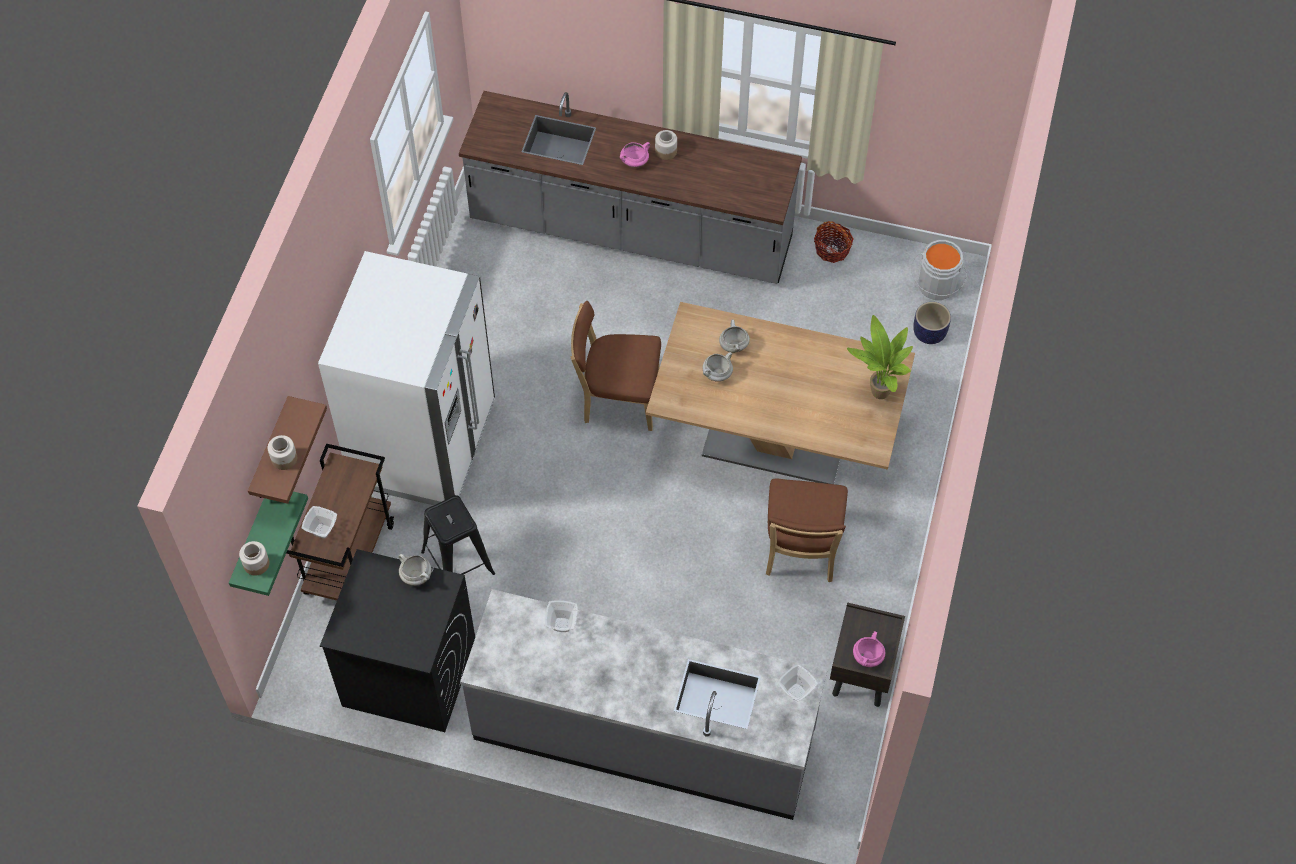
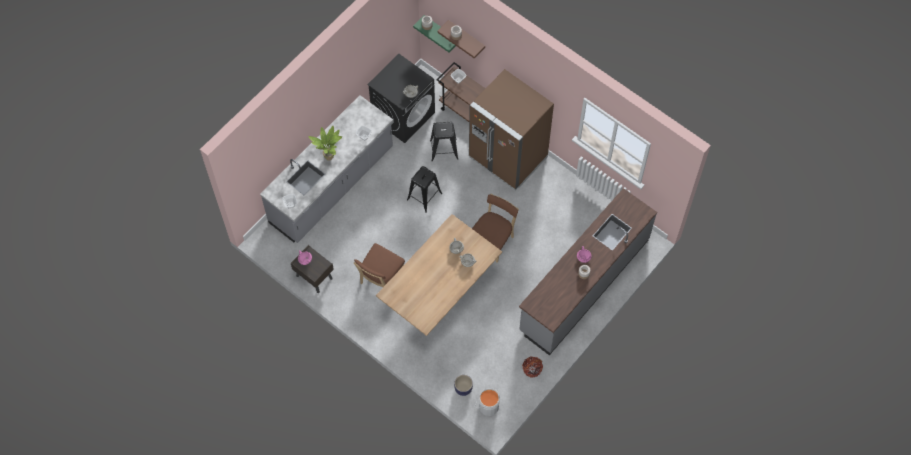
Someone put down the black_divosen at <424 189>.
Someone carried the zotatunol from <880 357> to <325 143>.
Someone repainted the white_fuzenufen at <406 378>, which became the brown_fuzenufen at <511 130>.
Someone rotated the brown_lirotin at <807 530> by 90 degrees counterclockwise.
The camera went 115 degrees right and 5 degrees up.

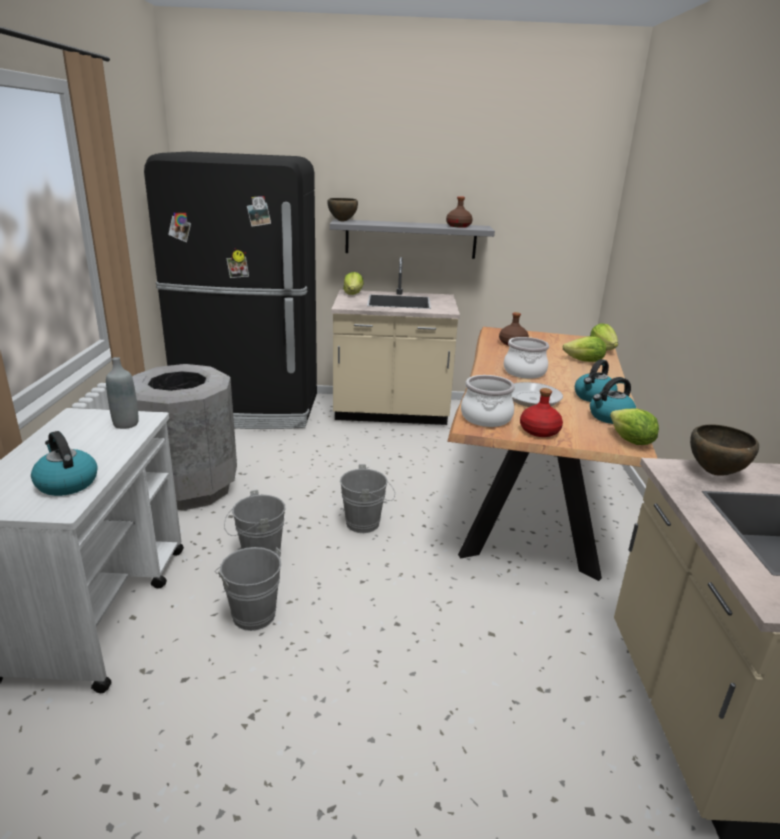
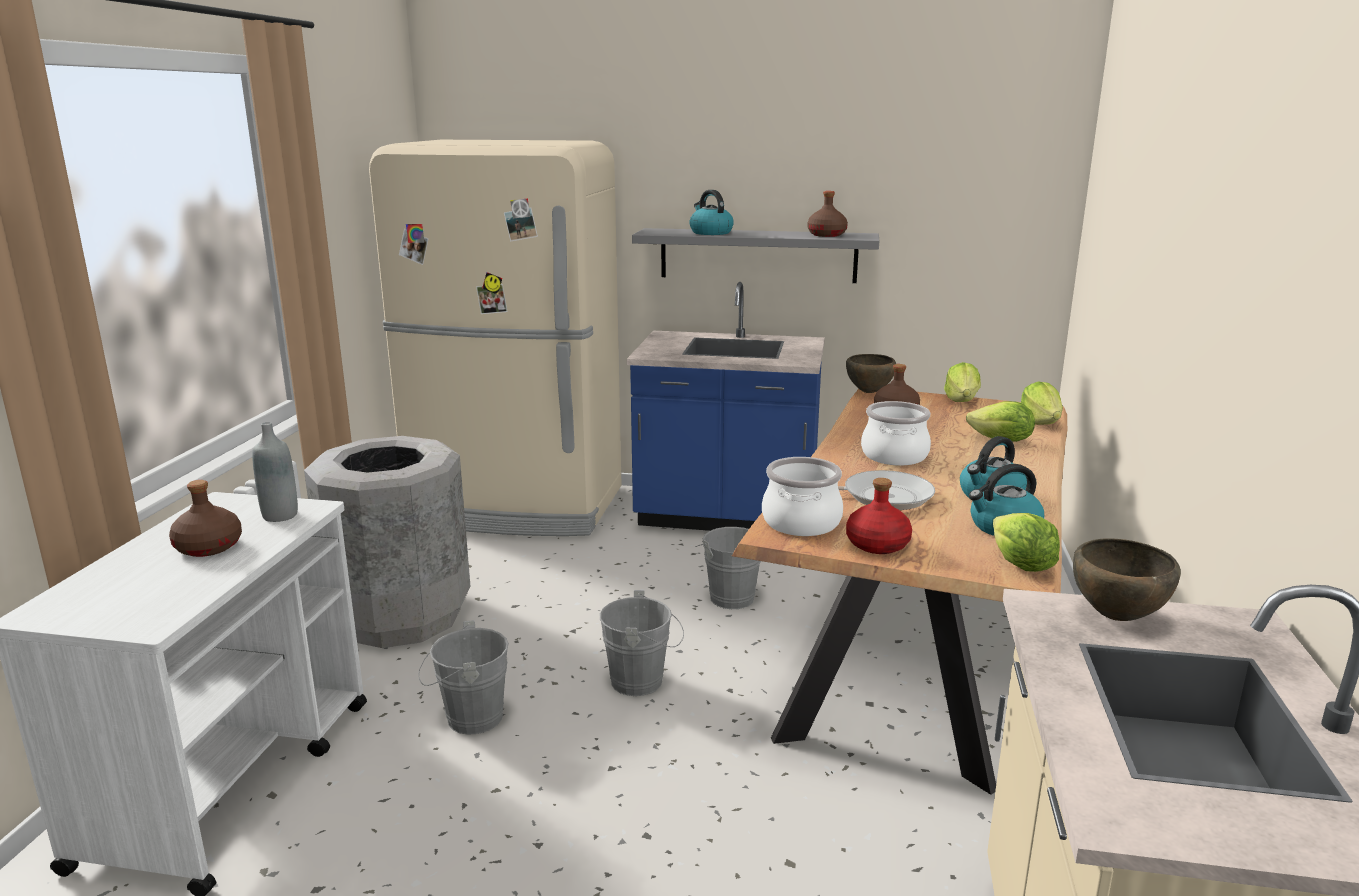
Someone put down the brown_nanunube at <205 518>.
Someone carried the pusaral from <64 463> to <711 212>.
Someone carried the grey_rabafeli from <248 589> to <728 568>.
Someone carried the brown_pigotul from <342 209> to <871 373>.
Someone carried the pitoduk from <353 283> to <962 382>.
Someone repainted the black_fuzenufen at <230 290>, which became the beige_fuzenufen at <495 338>.
Someone repainted the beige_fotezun at <395 341>, which became the blue_fotezun at <726 406>.
The camera went 10 degrees right and 5 degrees down.

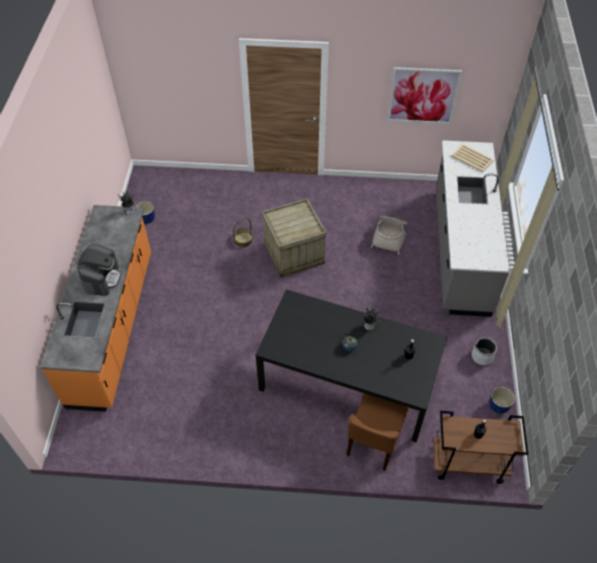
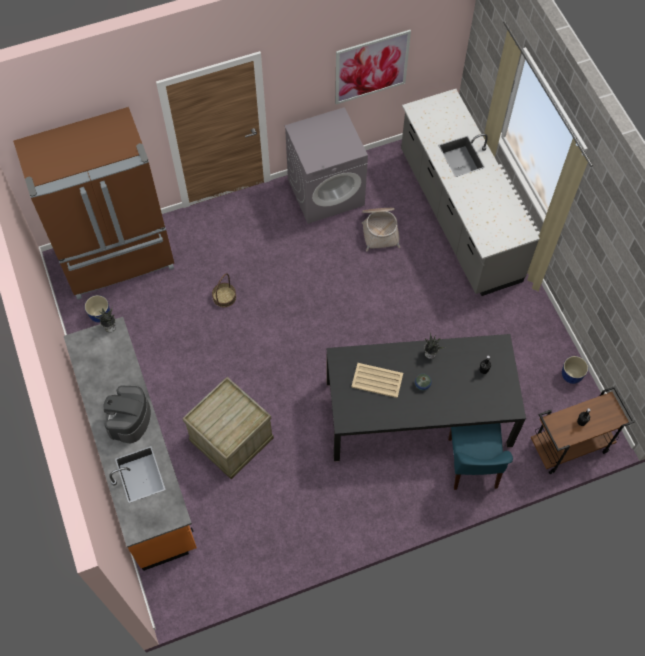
Someone took away the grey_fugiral at <484 351>.
Someone put down the brown_fuzenufen at <93 203>.
Someone put down the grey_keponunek at <326 165>.
Someone carried the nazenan from <294 238> to <228 428>.
Someone carried the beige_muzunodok from <473 158> to <377 380>.
Someone repainted the brown_lirotin at <377 432>, which became the blue_lirotin at <480 456>.
Someone rotated the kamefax at <99 270> by 150 degrees counterclockwise.
The camera went 25 degrees left and 10 degrees up.

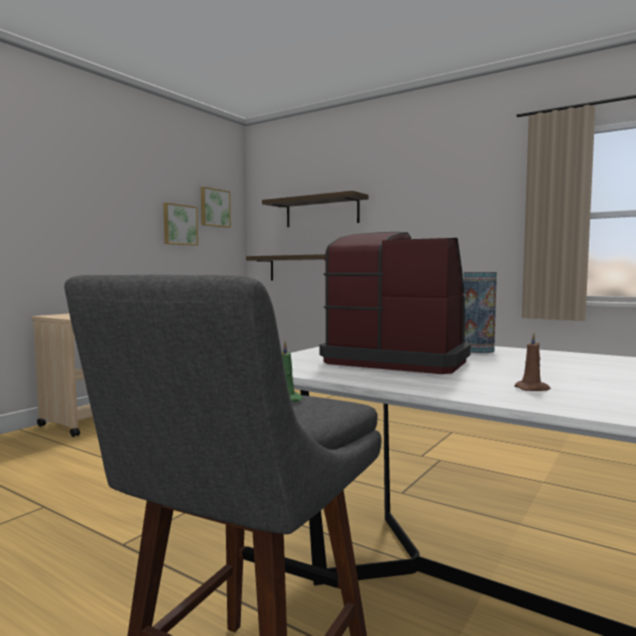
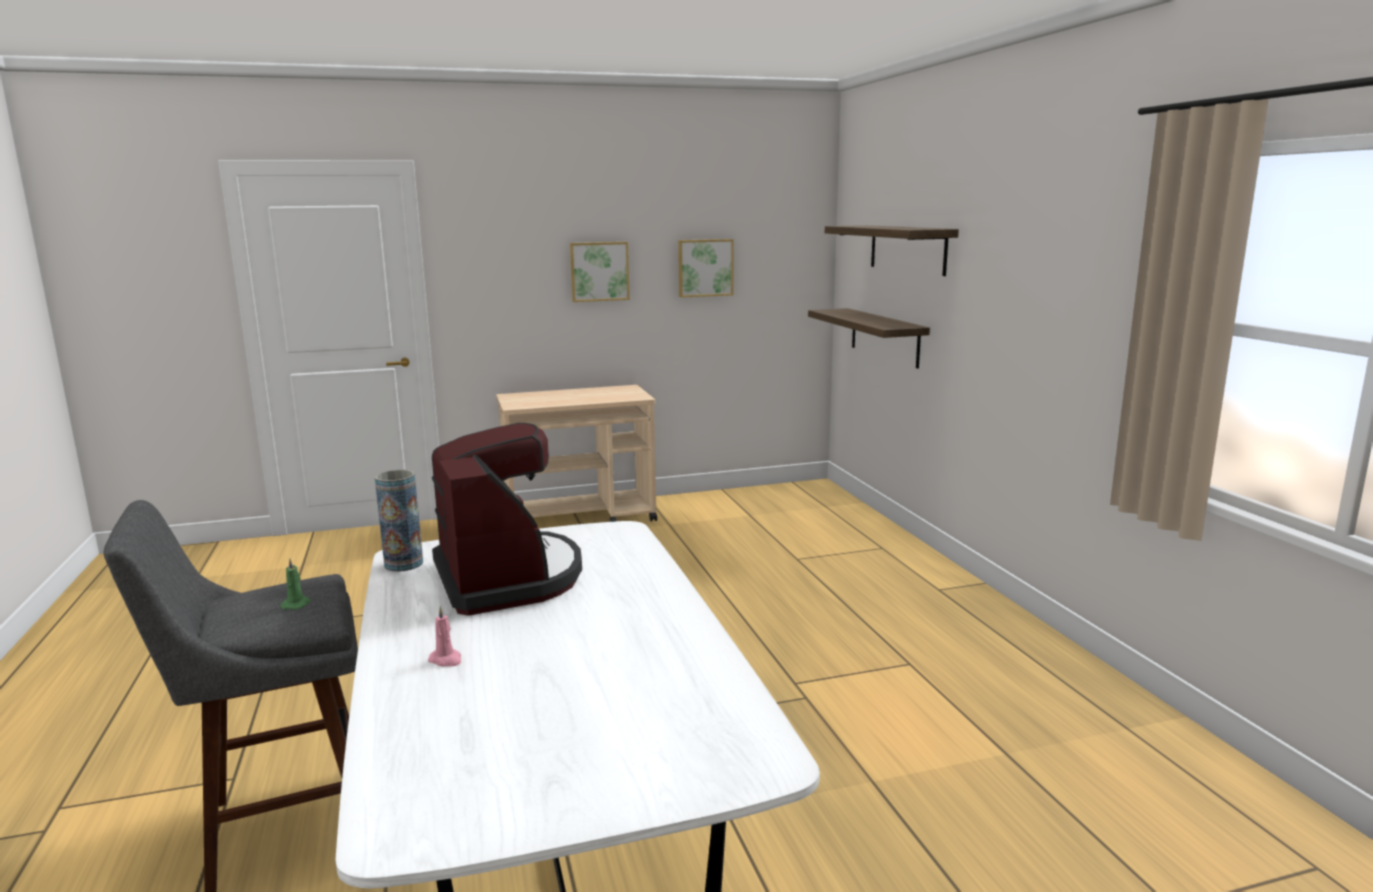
Someone carried the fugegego from <216 207> to <600 272>.
Someone carried the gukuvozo from <480 312> to <399 521>.
Someone repainted the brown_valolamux at <532 361>, which became the pink_valolamux at <444 636>.
The camera went 40 degrees right and 10 degrees up.

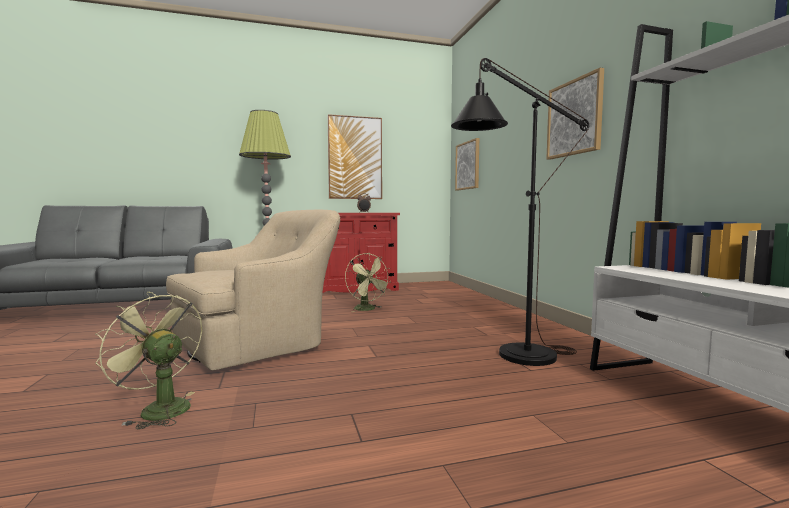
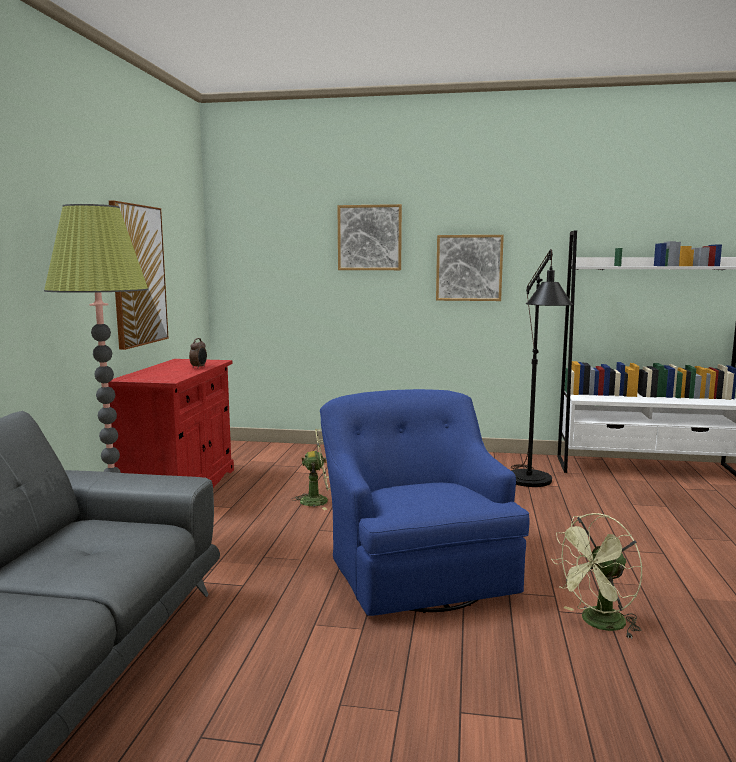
Someone carried the fugegego from <467 164> to <370 237>.
Someone repainted the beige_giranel at <253 290>, which became the blue_giranel at <424 502>.
The camera went 65 degrees left and 5 degrees up.

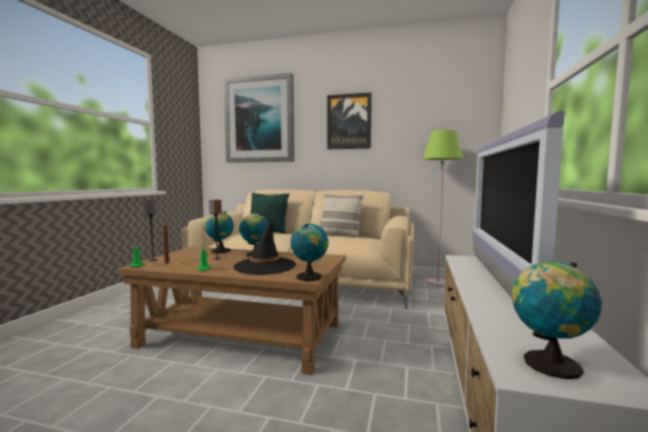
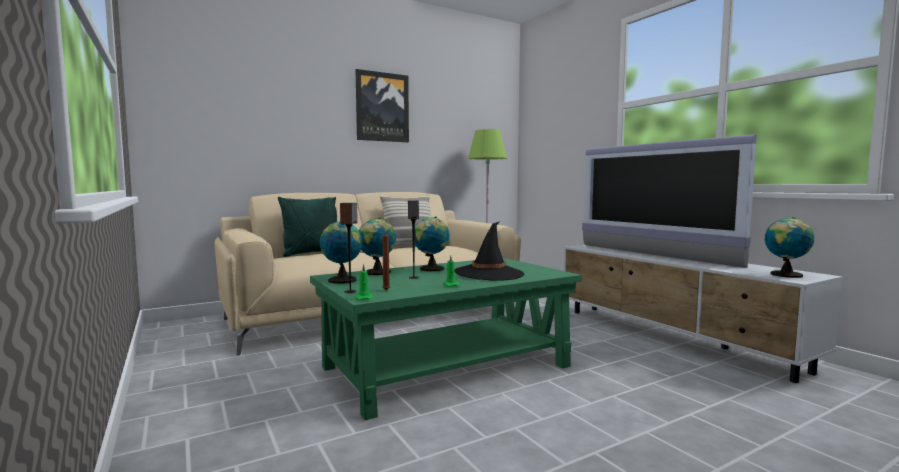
Someone took away the fugegego at <258 118>.
Someone carried the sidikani from <309 252> to <341 253>.
Someone repainted the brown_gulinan at <231 311>, which became the green_gulinan at <446 339>.
The camera went 45 degrees left and 0 degrees up.

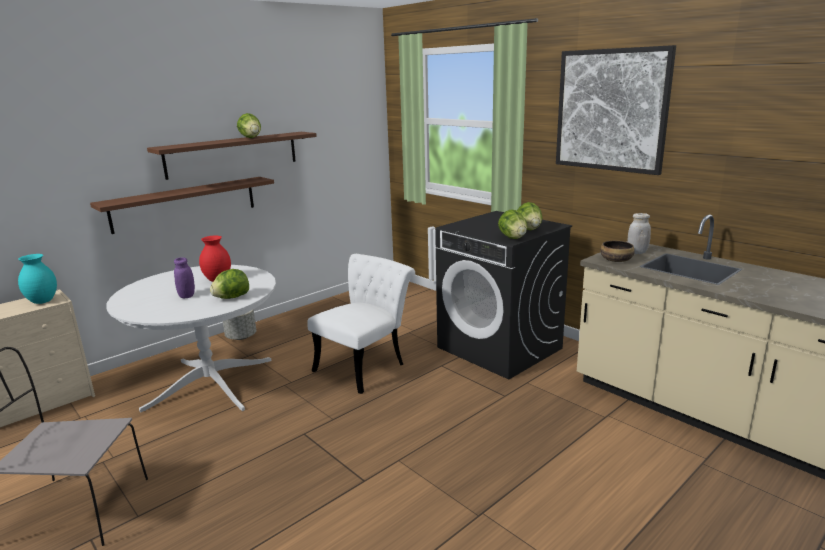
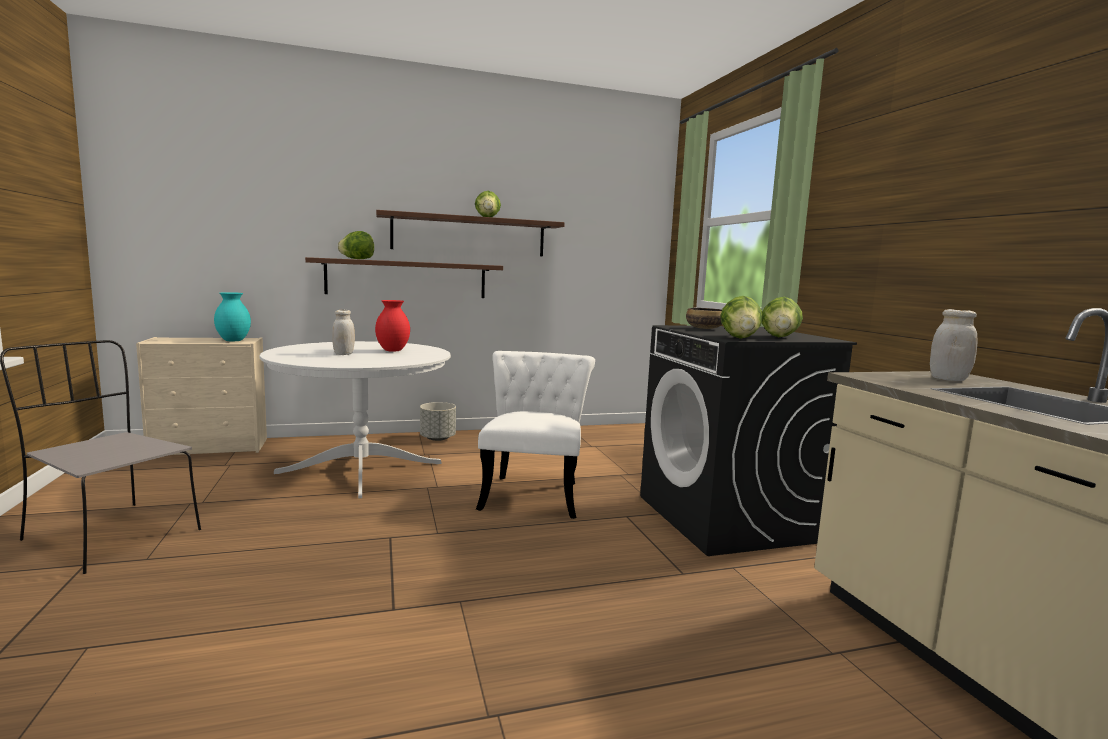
Someone took away the fugegego at <616 110>.
Someone carried the pitoduk from <229 284> to <356 245>.
Someone carried the pigotul from <617 251> to <704 318>.
Someone repainted the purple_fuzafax at <184 277>, which became the white_fuzafax at <343 332>.
Someone rotated the white_lirotin at <361 324> by 60 degrees counterclockwise.
The camera went 25 degrees right and 10 degrees down.

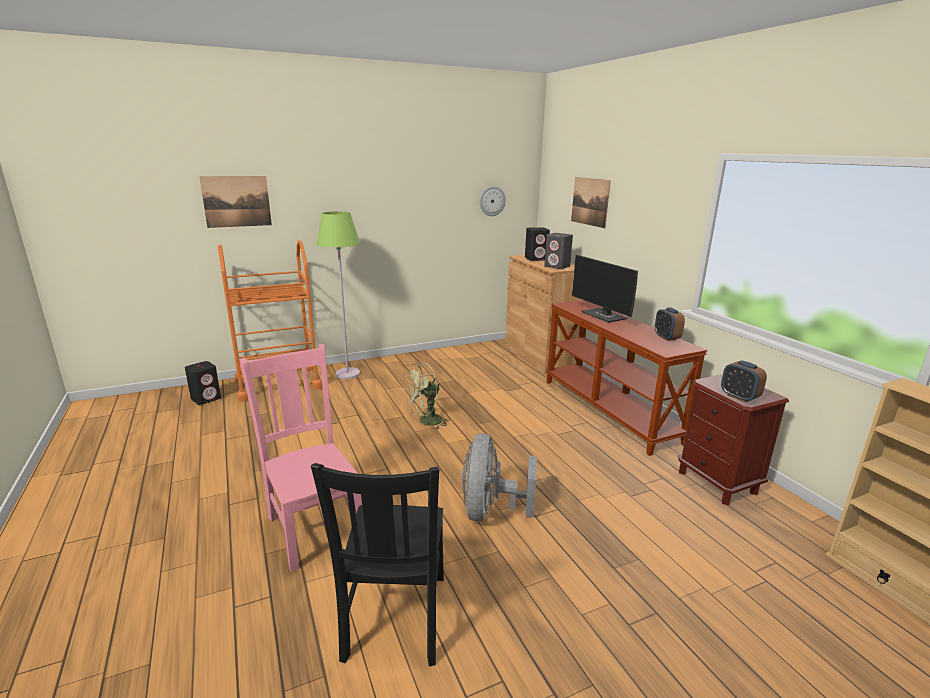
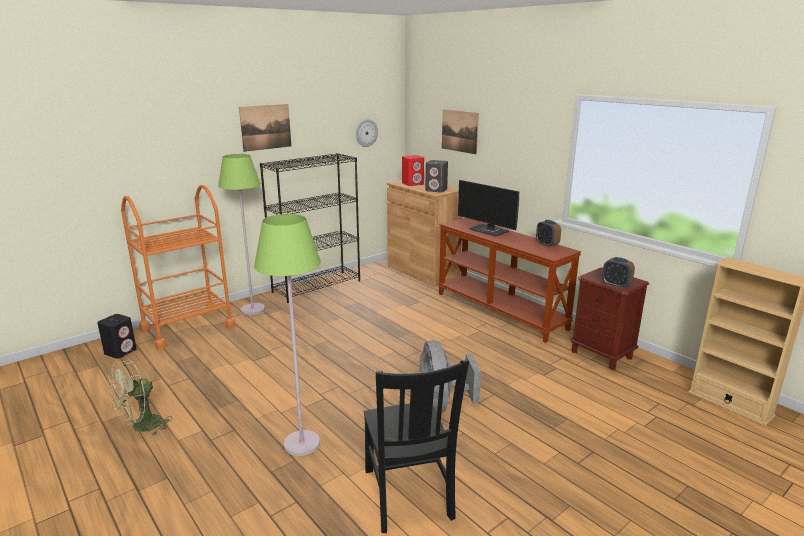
Someone put down the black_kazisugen at <310 228>.
Someone carried the fugegego from <235 202> to <265 128>.
Someone carried the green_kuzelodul from <426 396> to <141 397>.
Someone swapped the pink_lirotin at <300 458> for the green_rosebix at <287 335>.
Someone repainted the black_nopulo at <537 244>, which became the red_nopulo at <413 170>.
The camera went 15 degrees left and 0 degrees up.

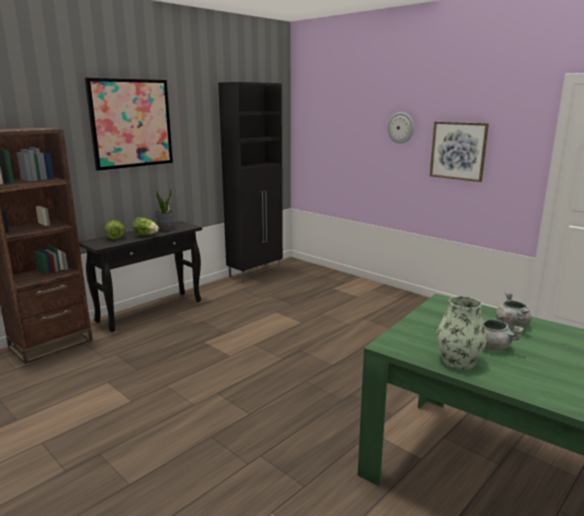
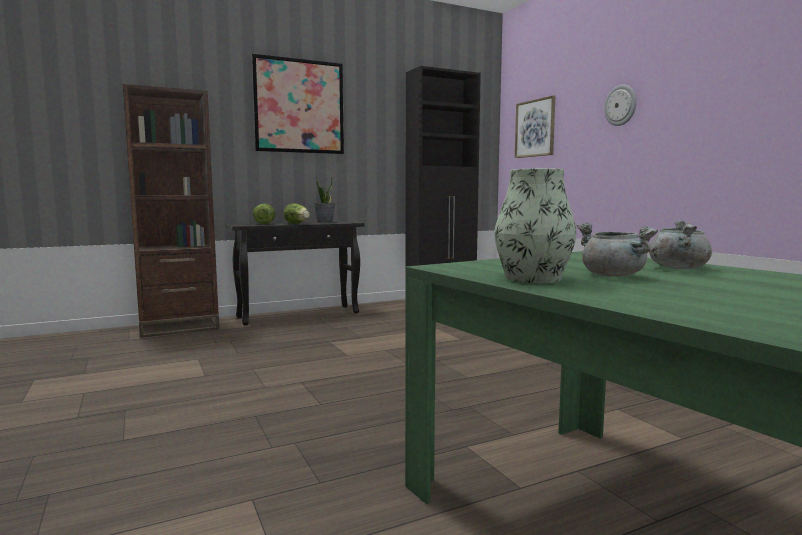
Someone carried the fugegego from <459 152> to <535 126>.
The camera went 20 degrees right and 10 degrees down.

